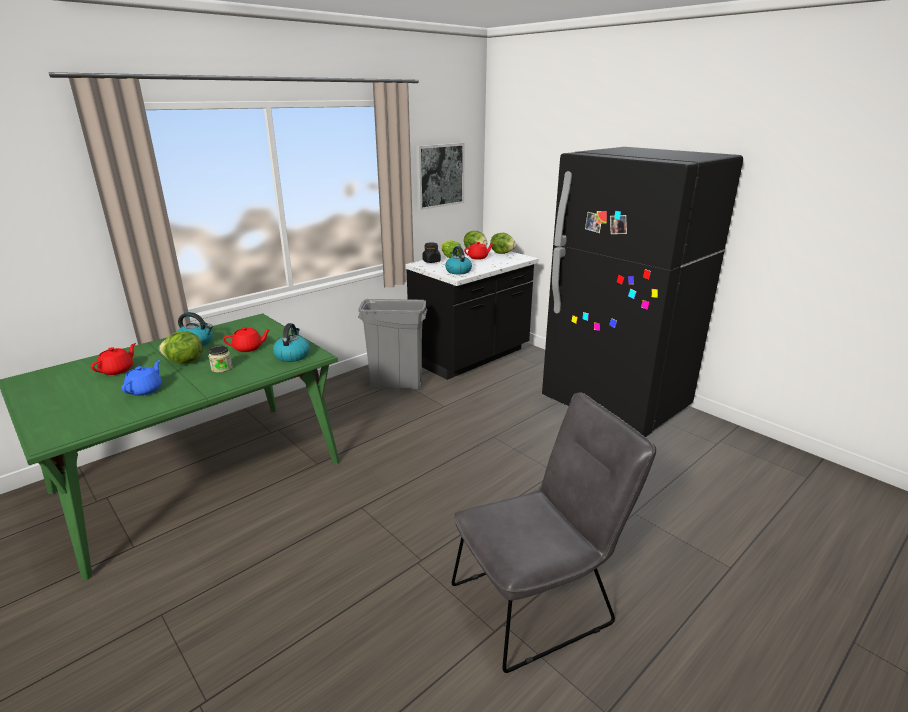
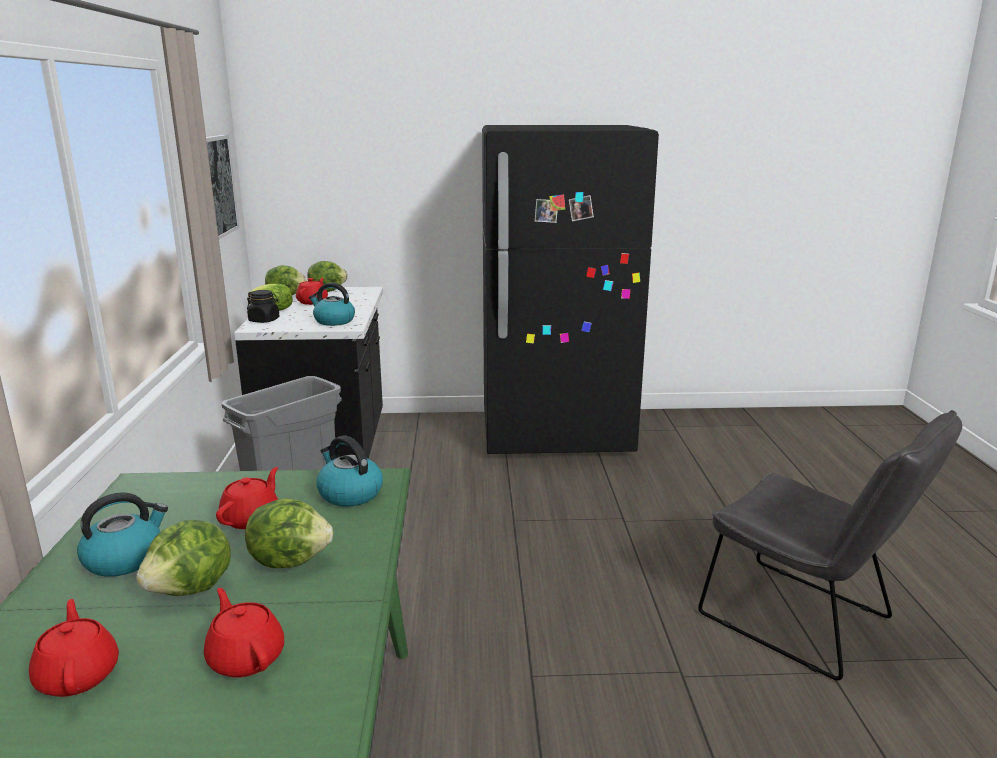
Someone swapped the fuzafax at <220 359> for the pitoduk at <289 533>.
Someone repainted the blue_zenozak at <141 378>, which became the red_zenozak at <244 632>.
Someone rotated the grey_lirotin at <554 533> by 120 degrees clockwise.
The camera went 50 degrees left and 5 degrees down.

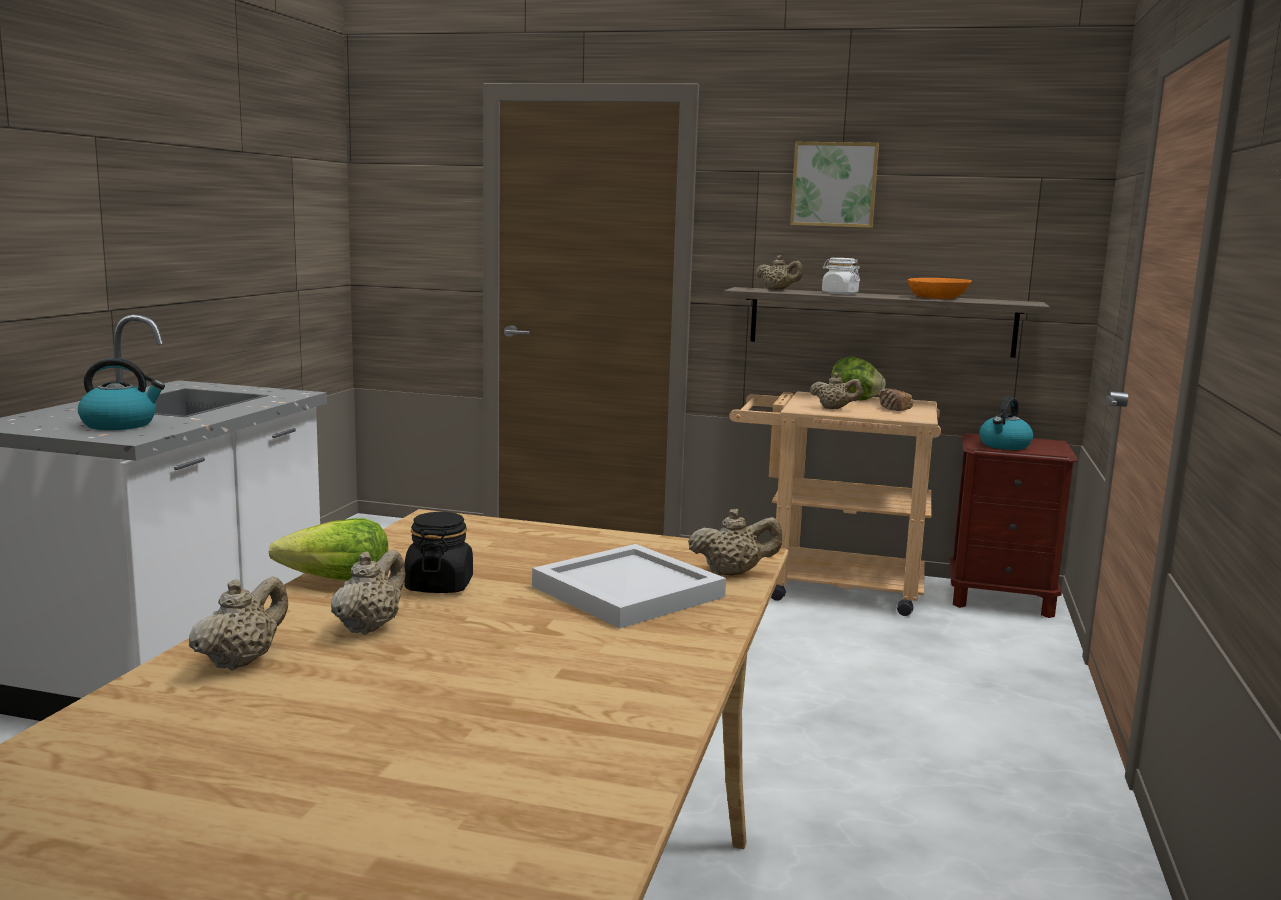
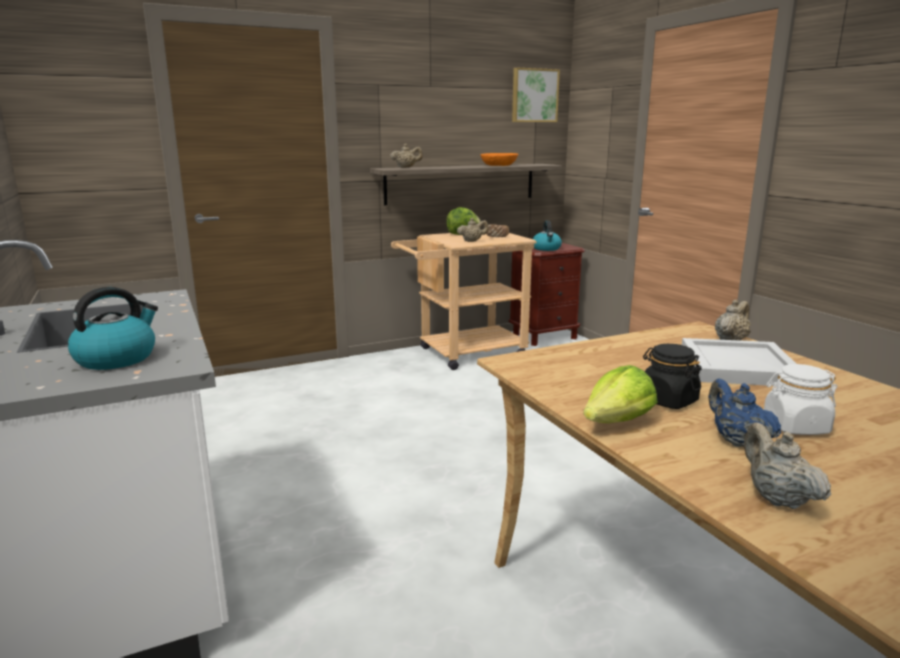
Someone carried the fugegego from <834 185> to <536 95>.
Someone carried the white_fuzafax from <841 276> to <800 399>.
Someone repainted the beige_zenozak at <368 592>, which became the blue_zenozak at <744 413>.
The camera went 40 degrees left and 5 degrees up.

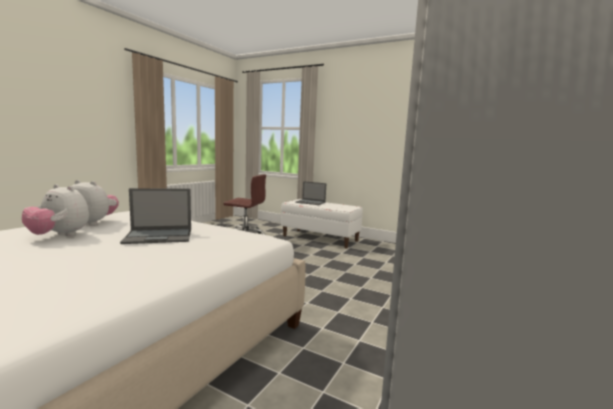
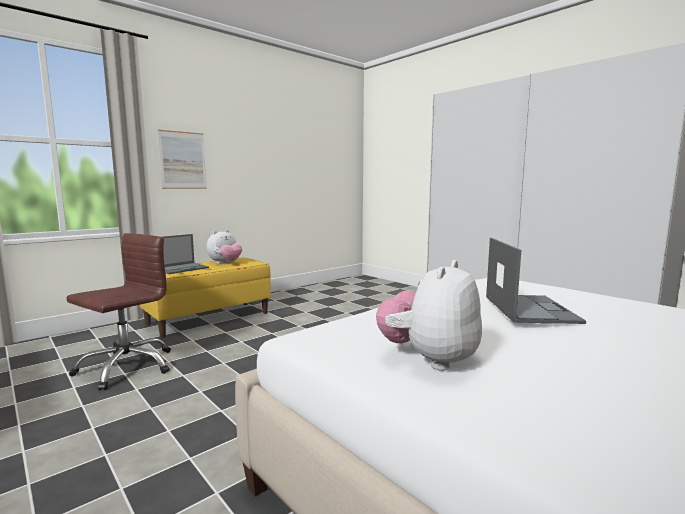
Someone put up the fugegego at <182 159>.
Someone carried the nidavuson from <55 210> to <224 247>.
Someone repainted the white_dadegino at <322 224>, which became the yellow_dadegino at <205 297>.
The camera went 70 degrees left and 0 degrees up.

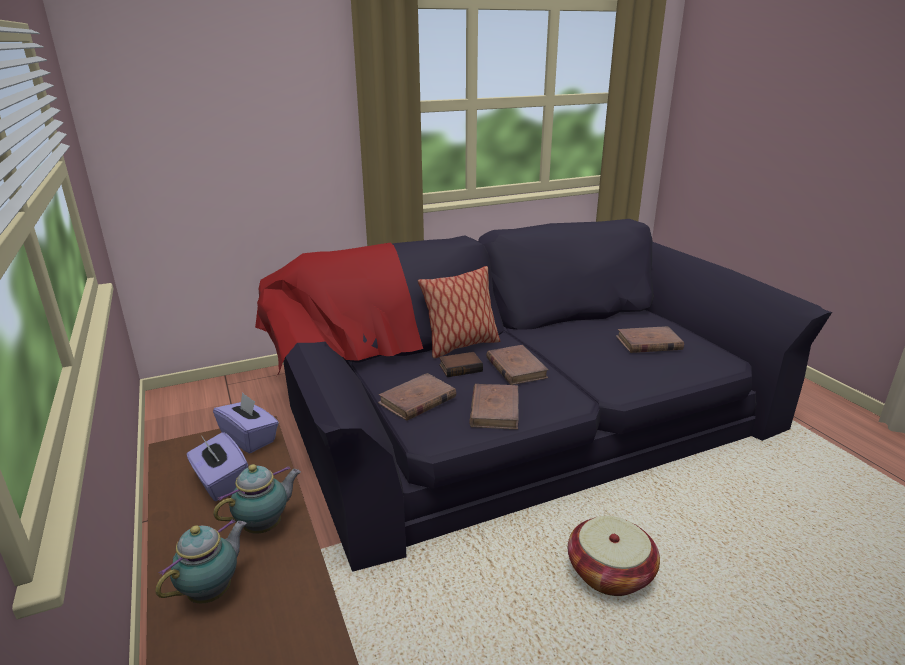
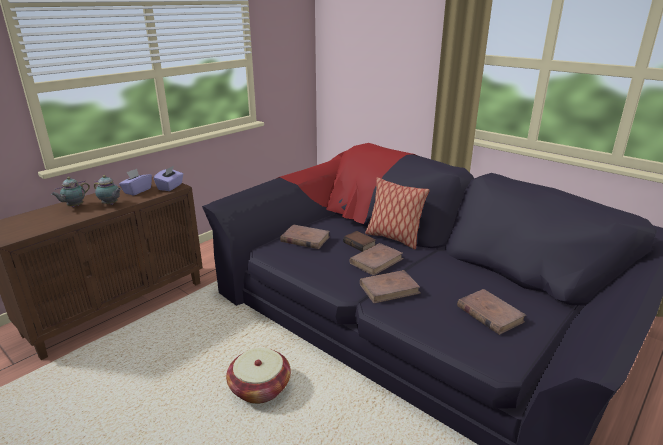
Someone carried the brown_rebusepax from <494 406> to <390 286>.
Someone rotated the zenozak at <201 561> by 120 degrees clockwise.
The camera went 65 degrees right and 0 degrees up.

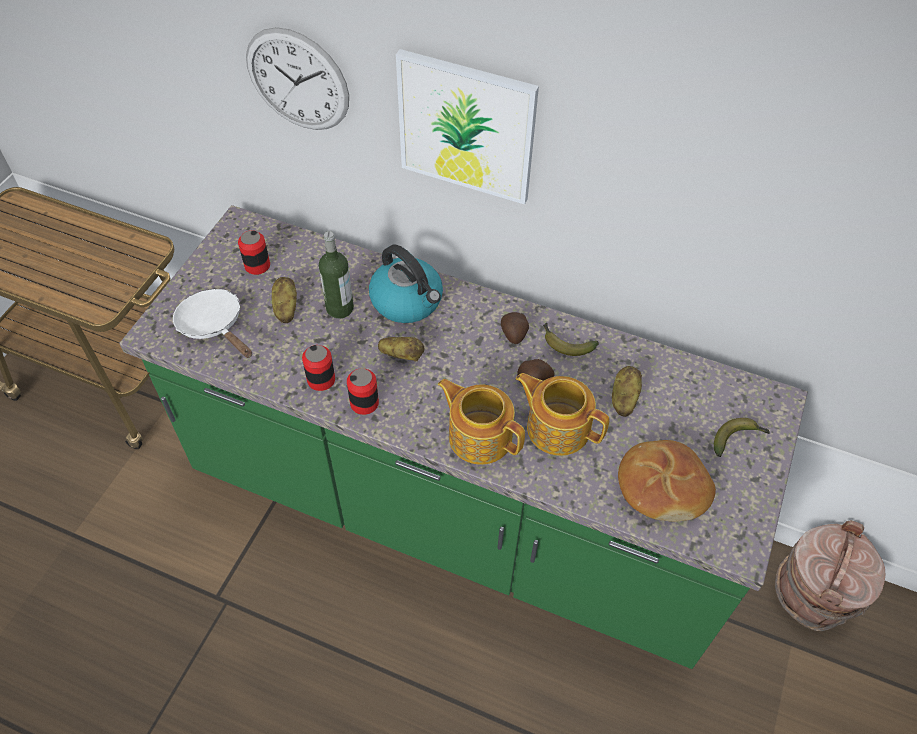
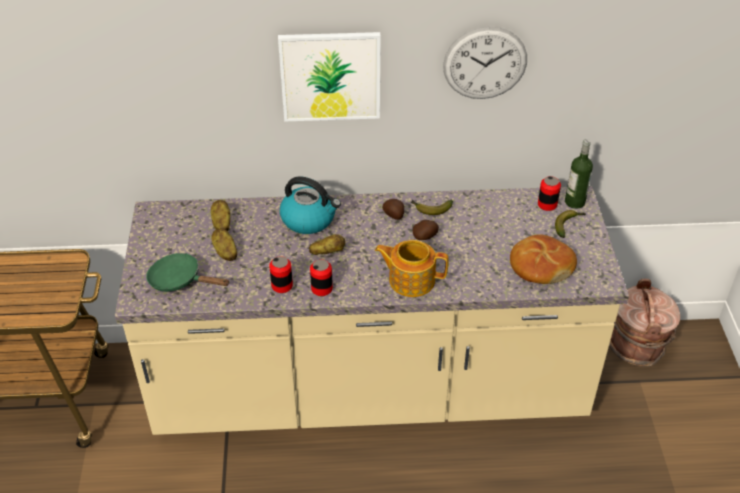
Someone took away the zenozak at <562 414>.
Someone carried the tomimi from <254 252> to <549 193>.
Someone carried the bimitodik from <297 78> to <485 63>.
Someone carried the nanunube from <336 275> to <579 174>.
Someone carried the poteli from <627 391> to <220 215>.
Someone repainted the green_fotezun at <463 437>, which became the beige_fotezun at <372 310>.
Someone repainted the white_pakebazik at <212 323>, which became the green_pakebazik at <187 272>.
The camera went 25 degrees left and 10 degrees down.

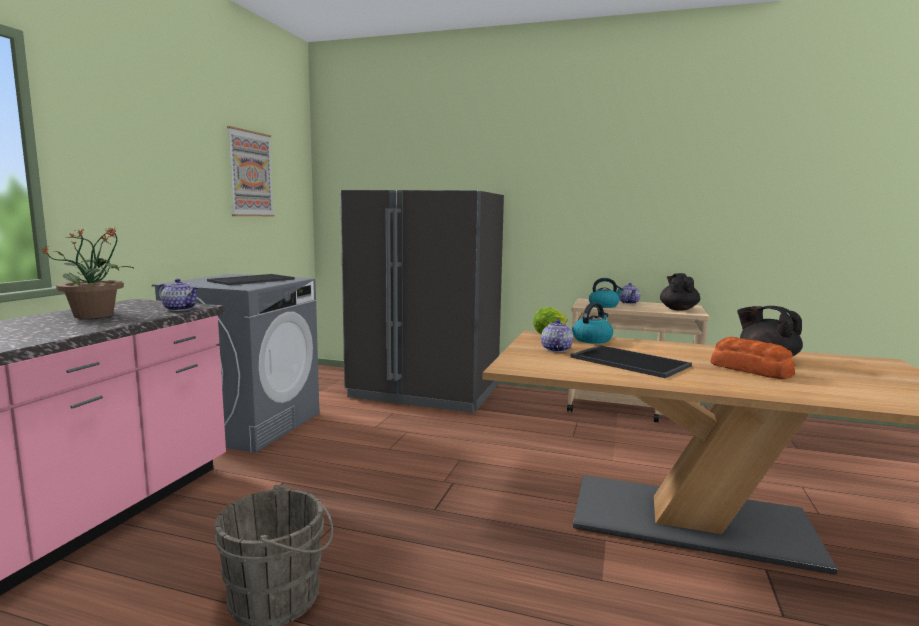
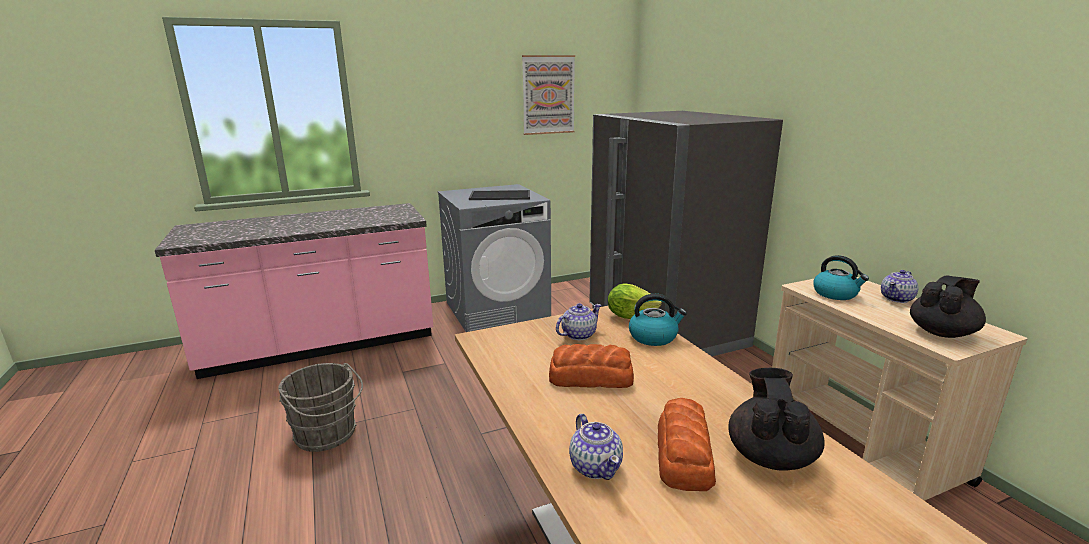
Someone took away the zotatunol at <87 273>.
Someone carried the zenozak from <178 295> to <596 447>.
Someone swapped the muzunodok at <631 361> for the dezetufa at <591 366>.
The camera went 50 degrees right and 10 degrees up.

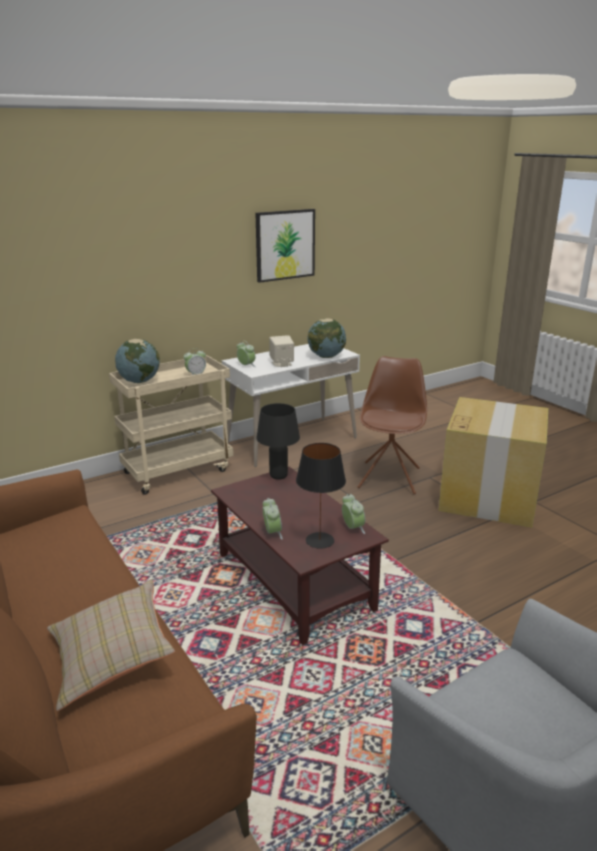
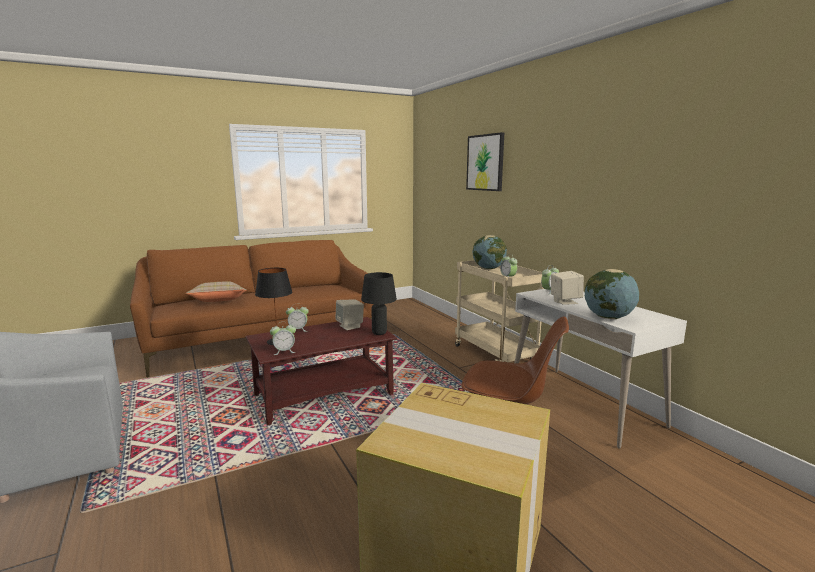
Someone put down the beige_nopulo at <349 314>.
Someone carried the fugegego from <285 246> to <485 161>.
The camera went 95 degrees right and 10 degrees down.

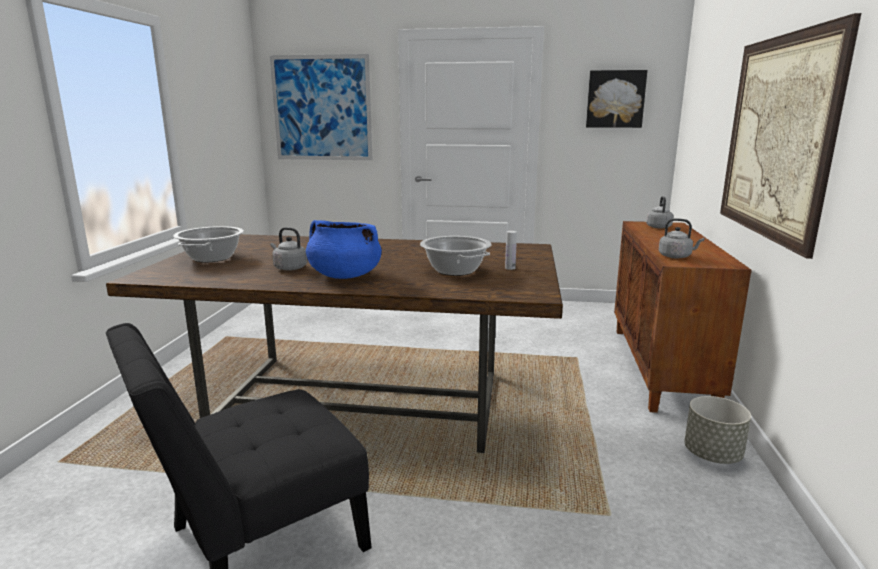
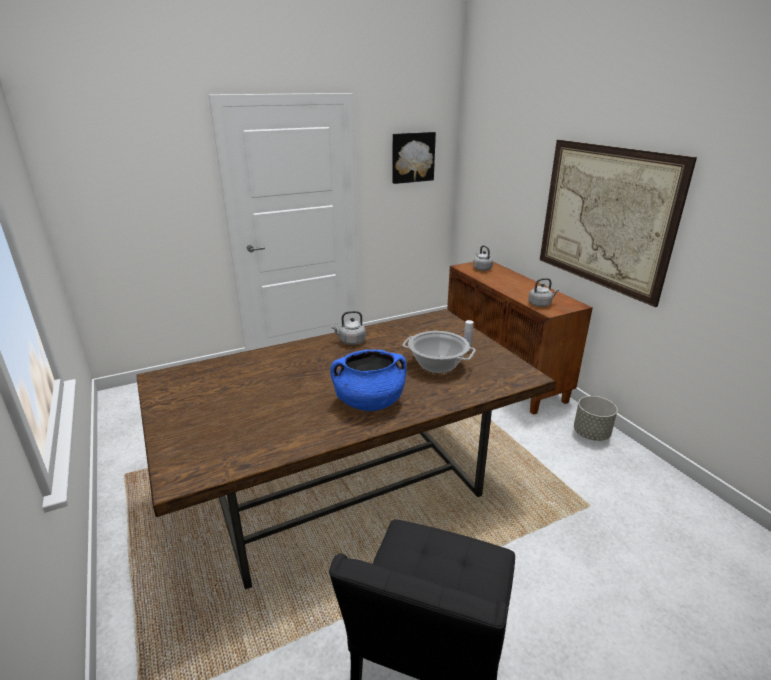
Someone took away the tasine at <208 244>.
Someone took away the fugegego at <321 107>.
Someone carried the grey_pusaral from <289 249> to <348 328>.
The camera went 35 degrees left and 10 degrees up.

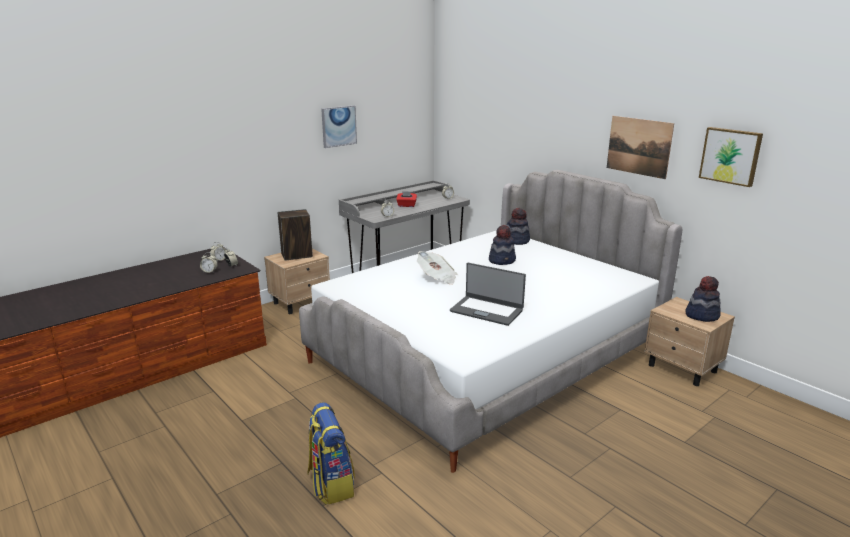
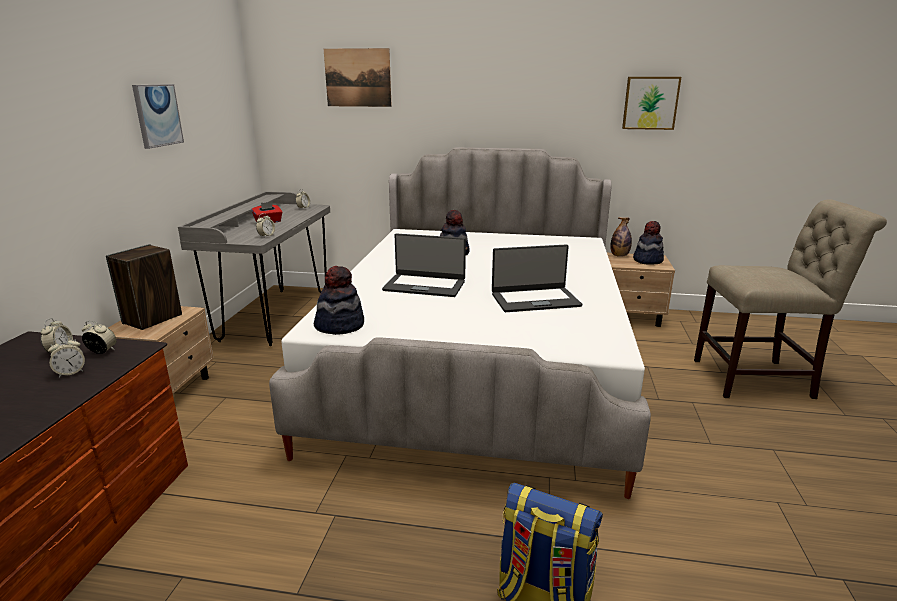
Someone put down the nanunube at <621 237>.
Someone put down the beige_lirotin at <790 299>.
Someone carried the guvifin from <518 226> to <339 300>.
Someone carried the fugegego from <640 147> to <358 77>.
Someone swapped the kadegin at <437 268> for the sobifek at <424 265>.
The camera went 40 degrees left and 0 degrees up.

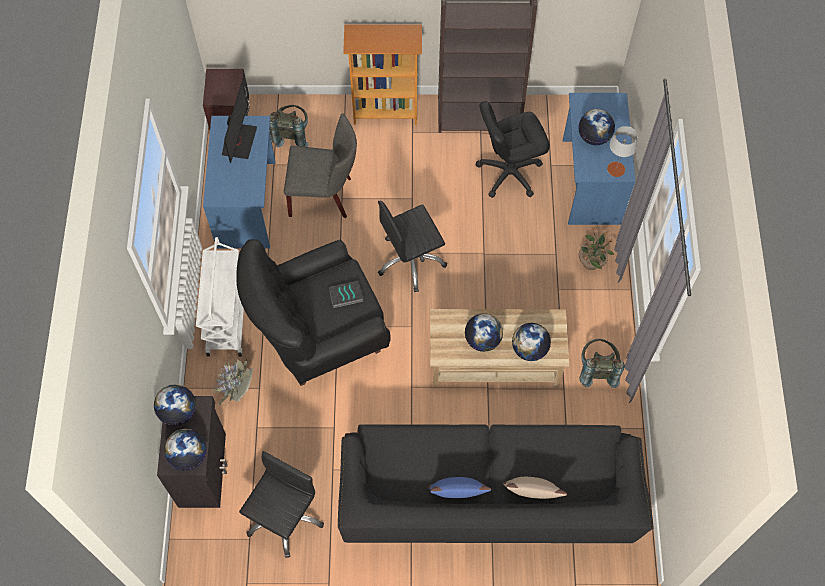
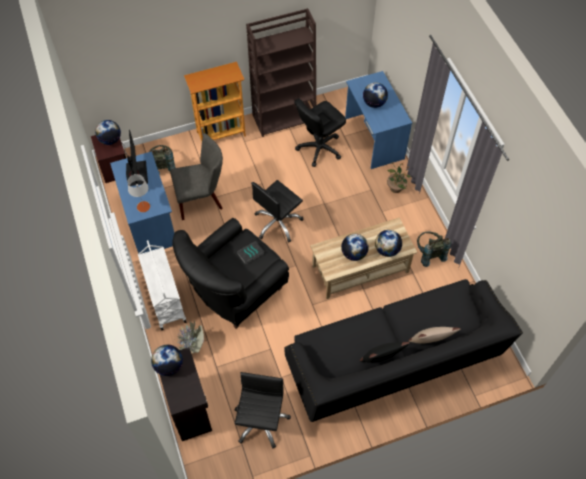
Someone carried the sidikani from <185 450> to <108 132>.
Someone carried the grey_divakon from <622 151> to <139 193>.
Someone repainted the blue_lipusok at <460 487>, which became the black_lipusok at <385 352>.
The camera went 20 degrees left and 5 degrees down.

